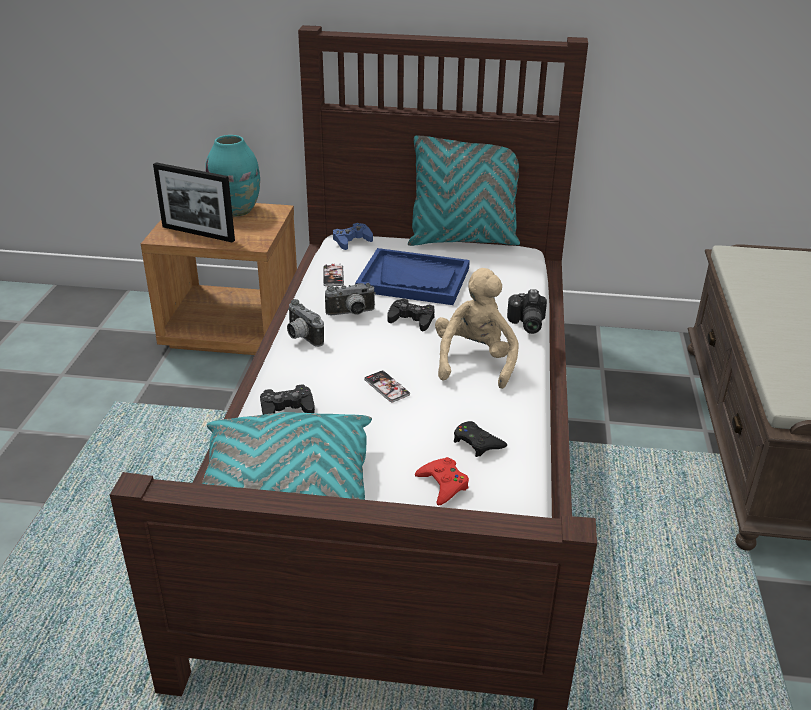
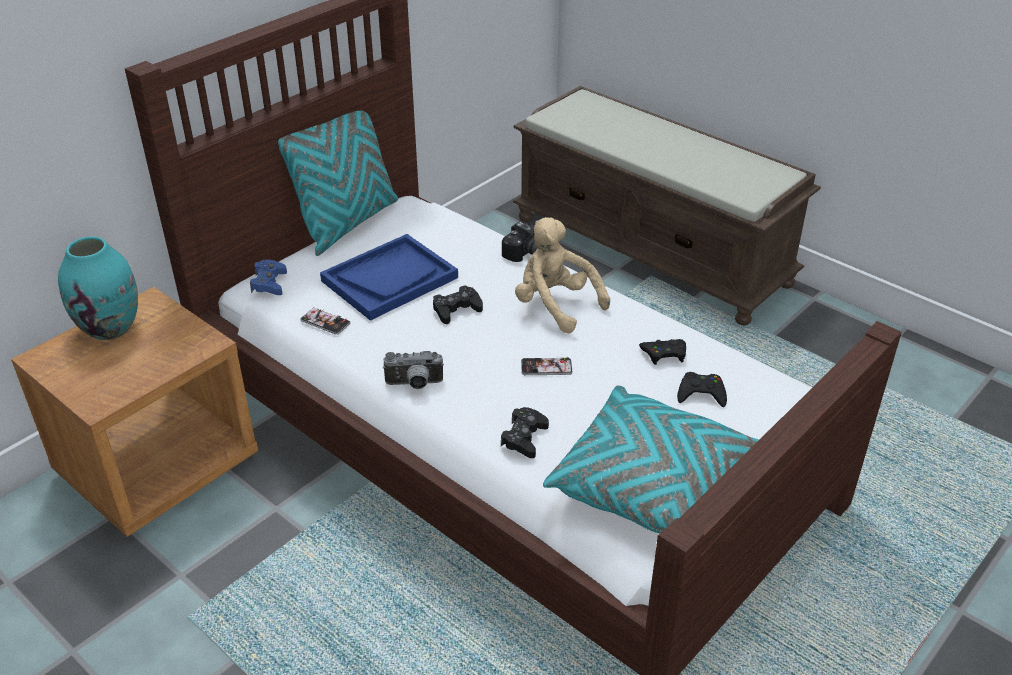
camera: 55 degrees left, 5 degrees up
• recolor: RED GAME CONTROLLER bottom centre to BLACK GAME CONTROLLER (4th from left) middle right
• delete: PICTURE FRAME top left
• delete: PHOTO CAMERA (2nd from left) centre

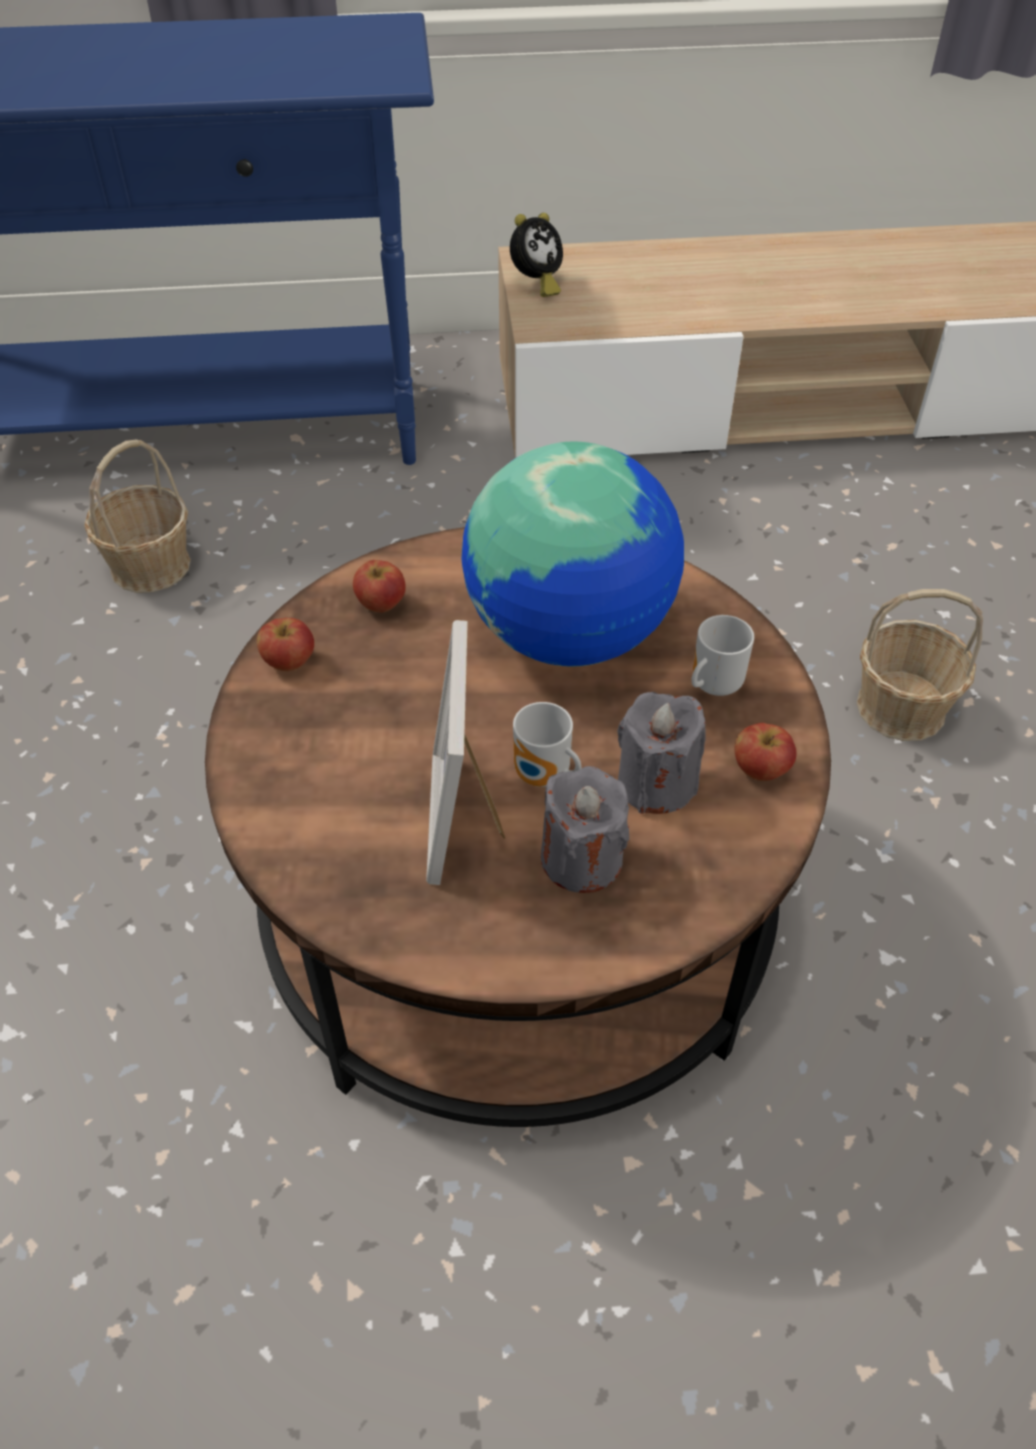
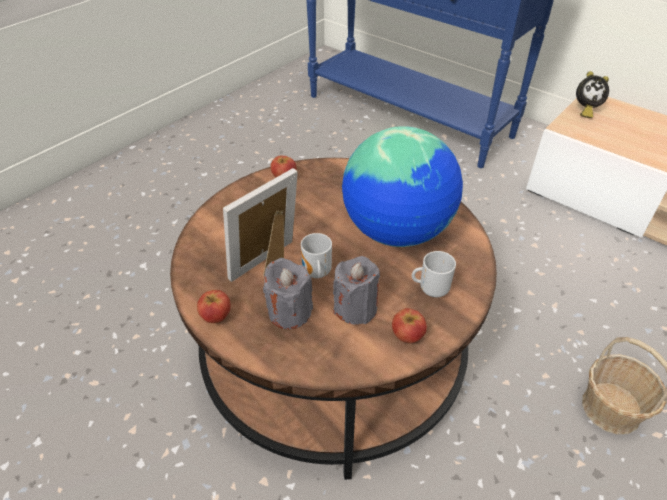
camera: 45 degrees right, 5 degrees down
• move: APPLE (2nd from left in the first image) centre to APPLE (1st from left) middle left
• delete: BASKET (1st from left) middle left

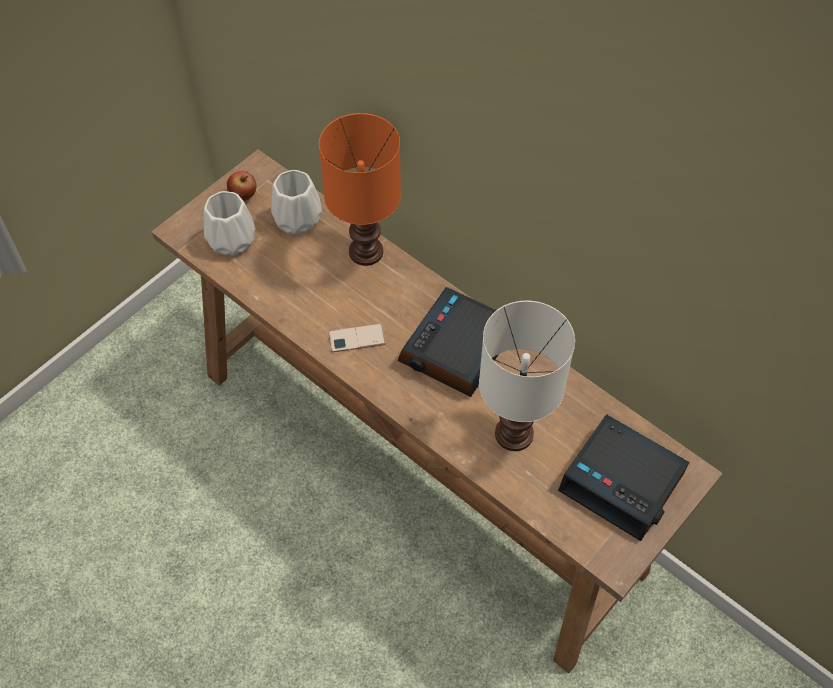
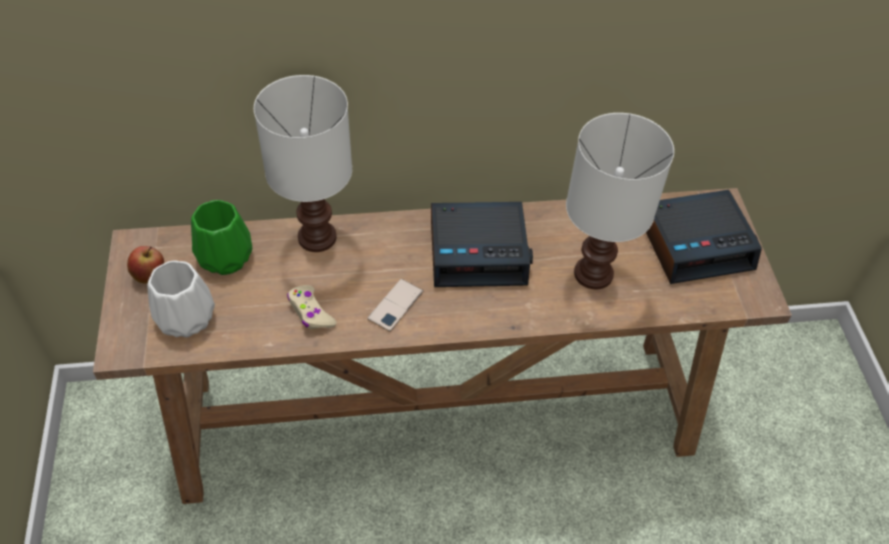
camera: 50 degrees left, 5 degrees down
• recolor: WHITE VASE (2nd from left) top centre to GREEN VASE middle left
• recolor: ORANGE TABLE LAMP top centre to WHITE TABLE LAMP (1st from left) top centre
• insert: BEIGE GAME CONTROLLER centre
• rotate: ALARM CLOCK (1st from left) centre = centre 75 degrees counterclockwise

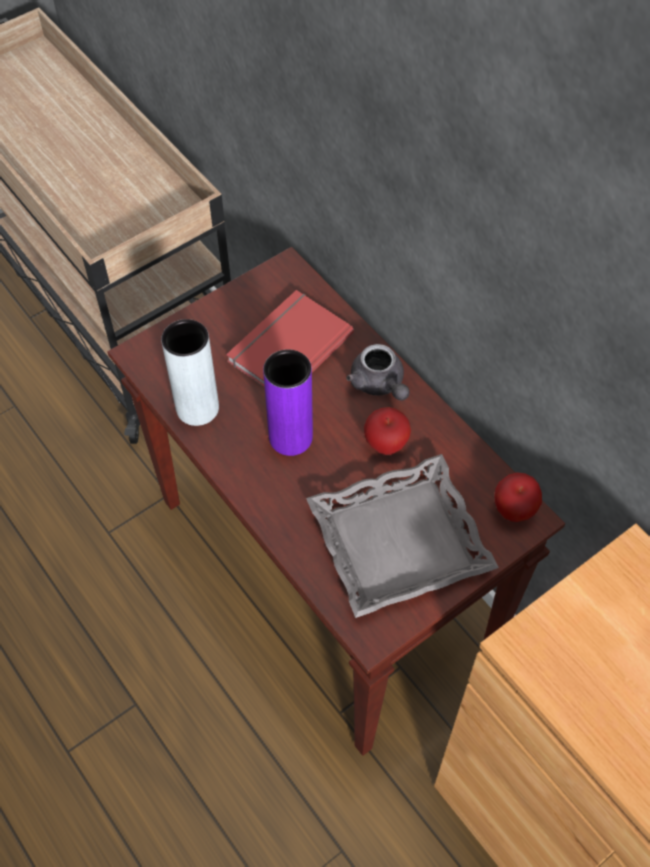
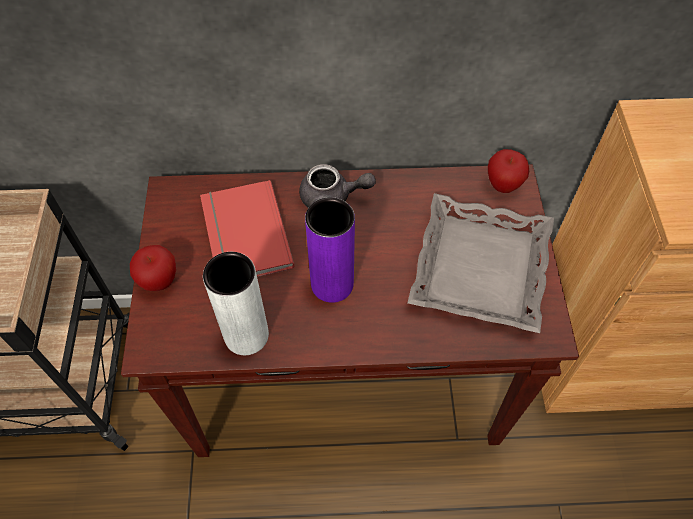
camera: 55 degrees left, 0 degrees up
• move: APPLE (1st from left) centre to middle left

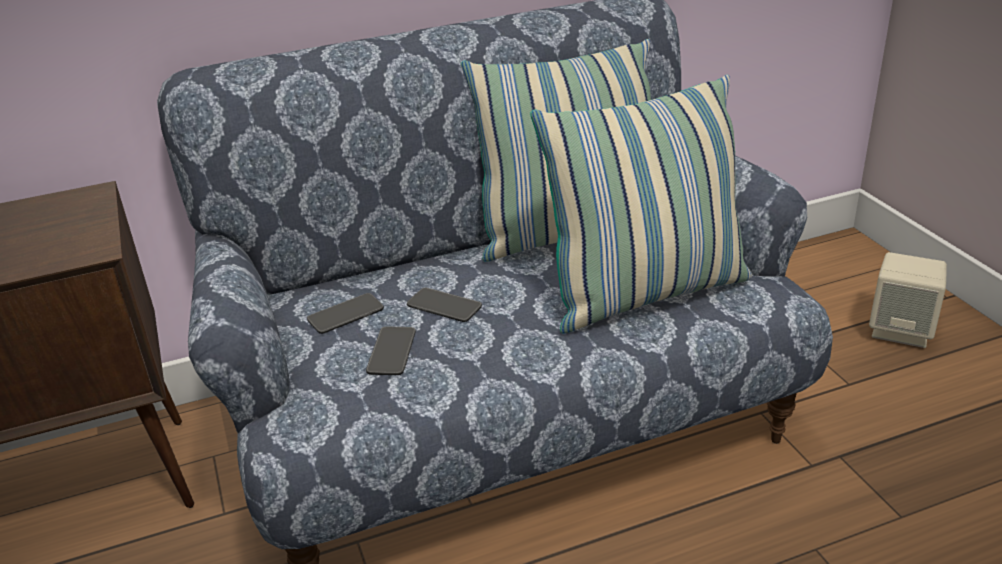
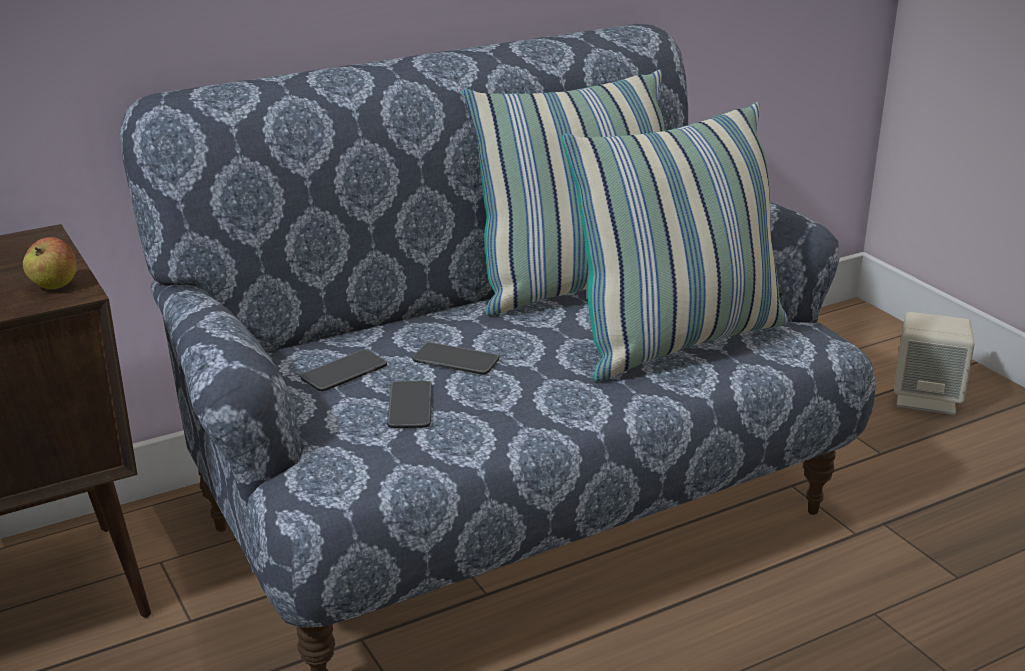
camera: 10 degrees left, 5 degrees down
• insert: APPLE middle left

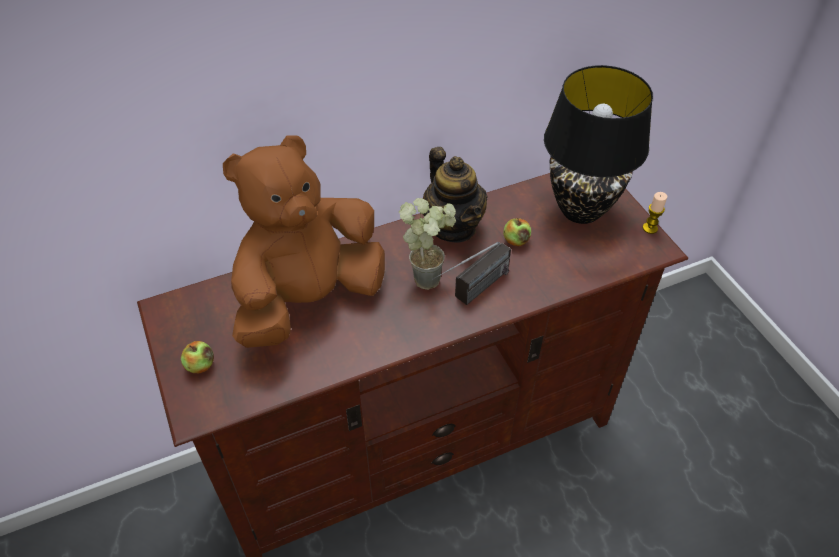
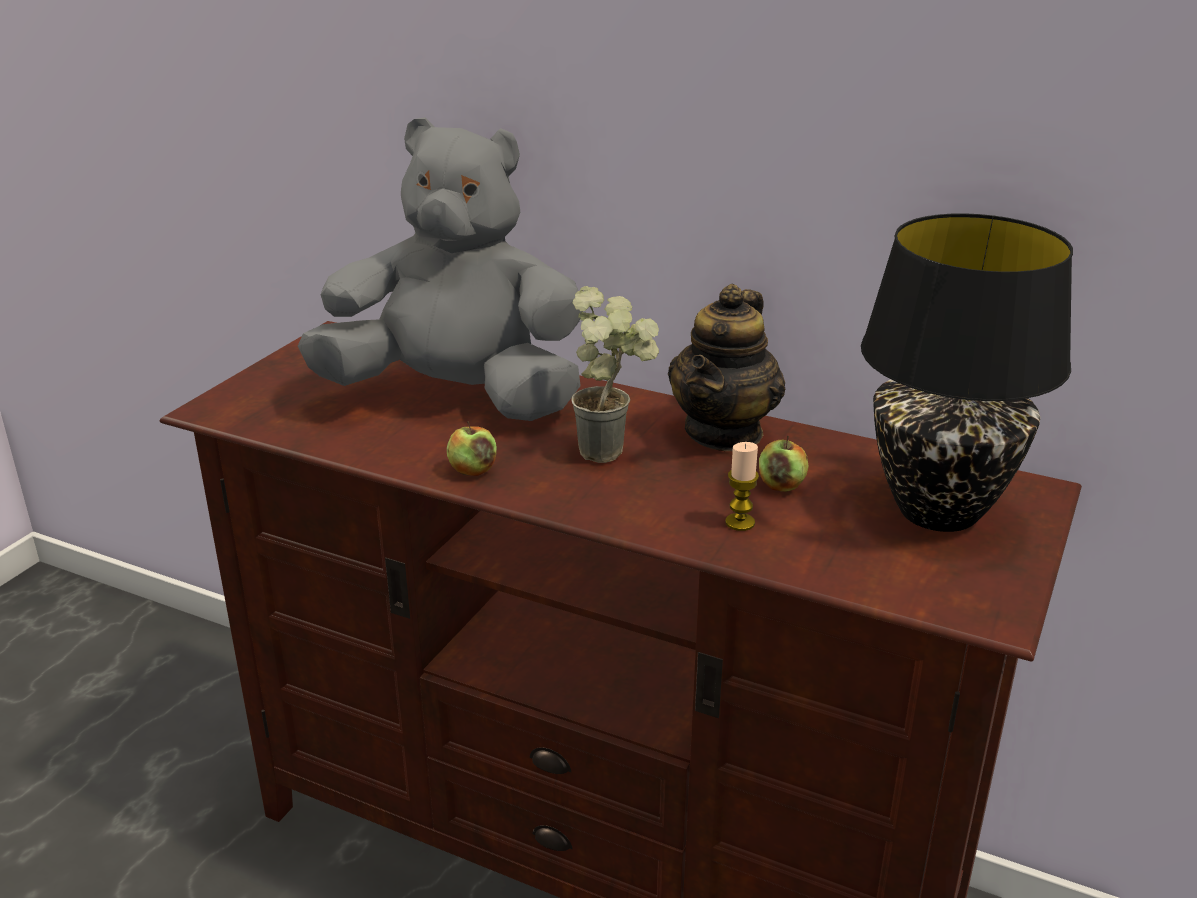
camera: 50 degrees right, 20 degrees down
• recolor: BROWN PLUSH TOY centre to GREY PLUSH TOY top centre
• move: APPLE (1st from left) middle left to centre
• move: CANDLE middle right to centre
• delete: RADIO centre

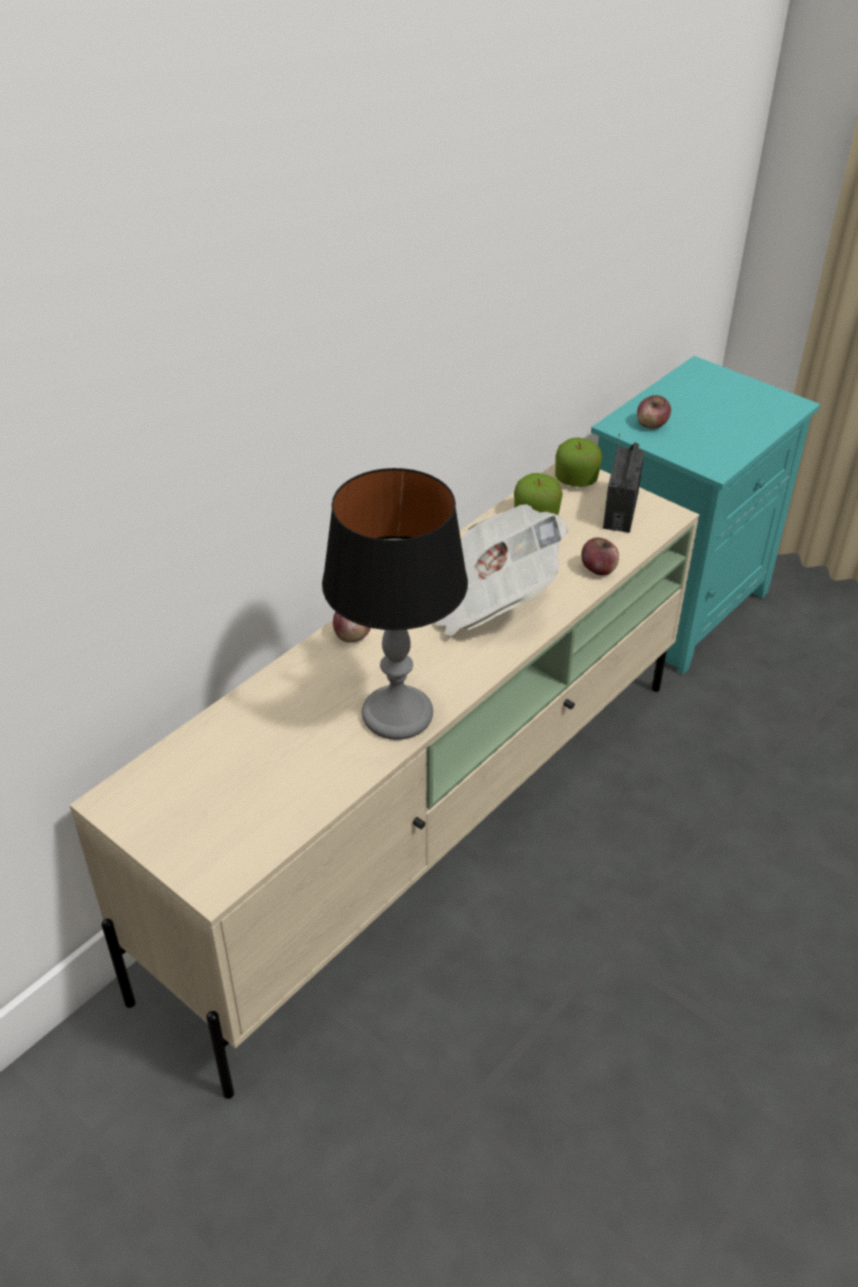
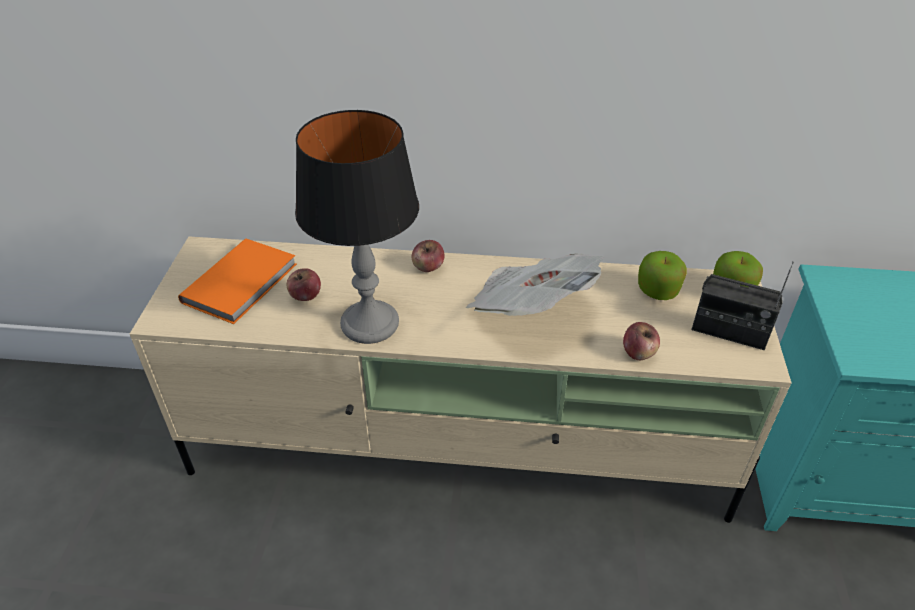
camera: 55 degrees right, 0 degrees up
• insert: ORANGE BOOK middle left
• move: APPLE (5th from left in the first image) top right to APPLE (1st from left) middle left
• rotate: RADIO middle right = middle right 135 degrees counterclockwise

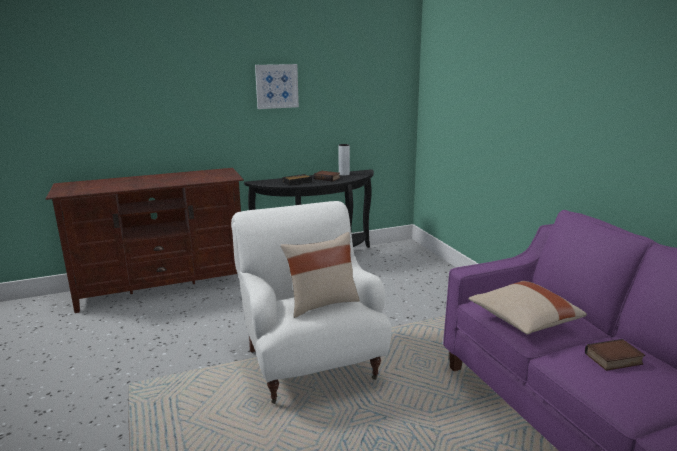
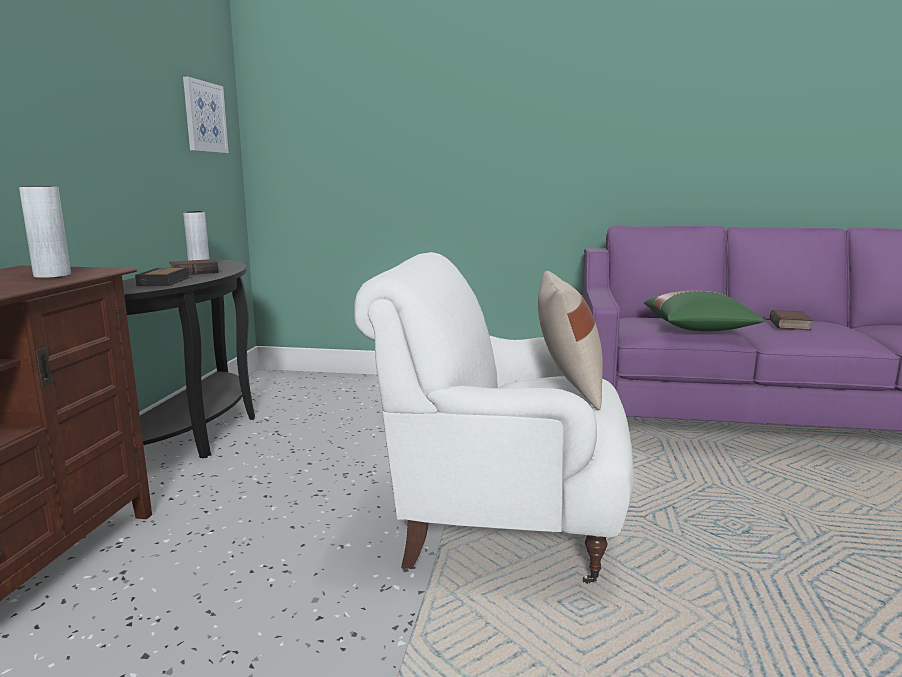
camera: 60 degrees left, 5 degrees down
• insert: GREY VASE (1st from left) middle left
• move: PICTURE top centre to top left
• recolor: BEIGE PILLOW (2nd from left) bottom right to GREEN PILLOW middle right

